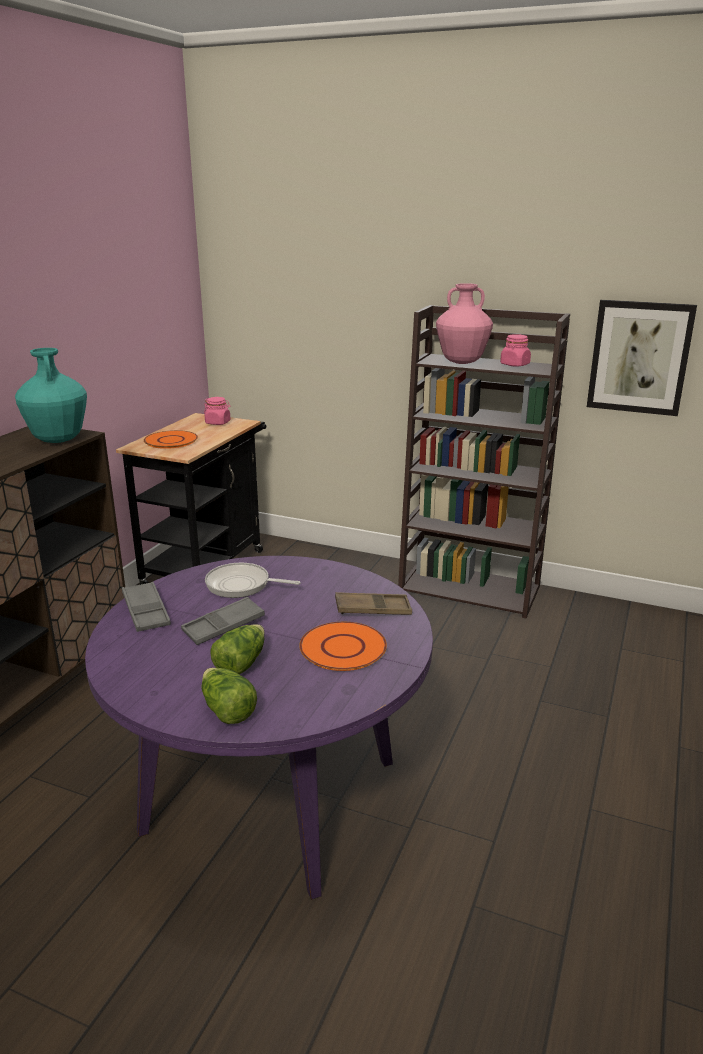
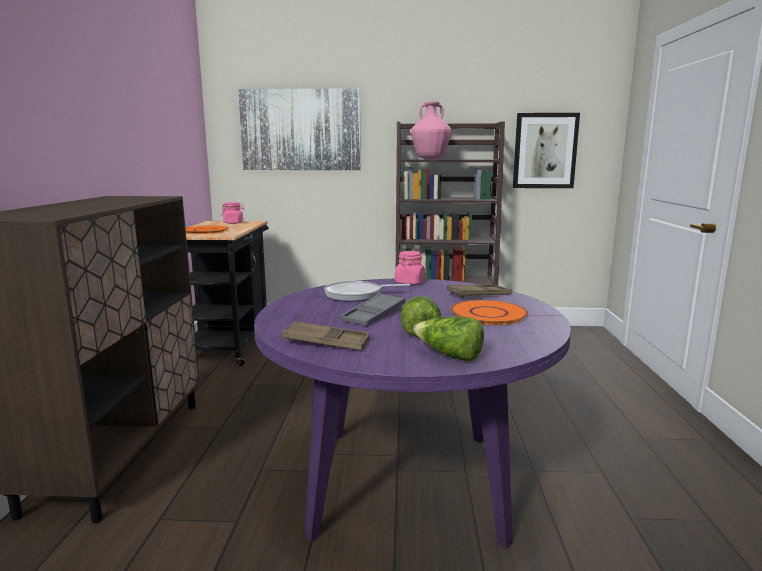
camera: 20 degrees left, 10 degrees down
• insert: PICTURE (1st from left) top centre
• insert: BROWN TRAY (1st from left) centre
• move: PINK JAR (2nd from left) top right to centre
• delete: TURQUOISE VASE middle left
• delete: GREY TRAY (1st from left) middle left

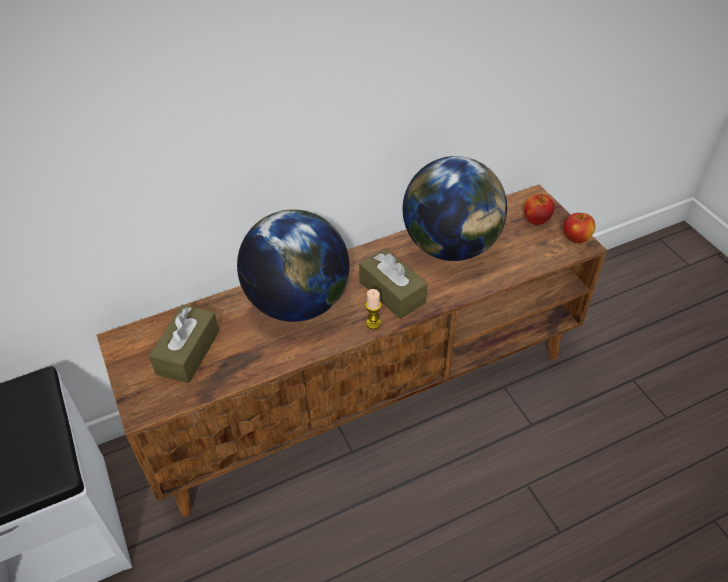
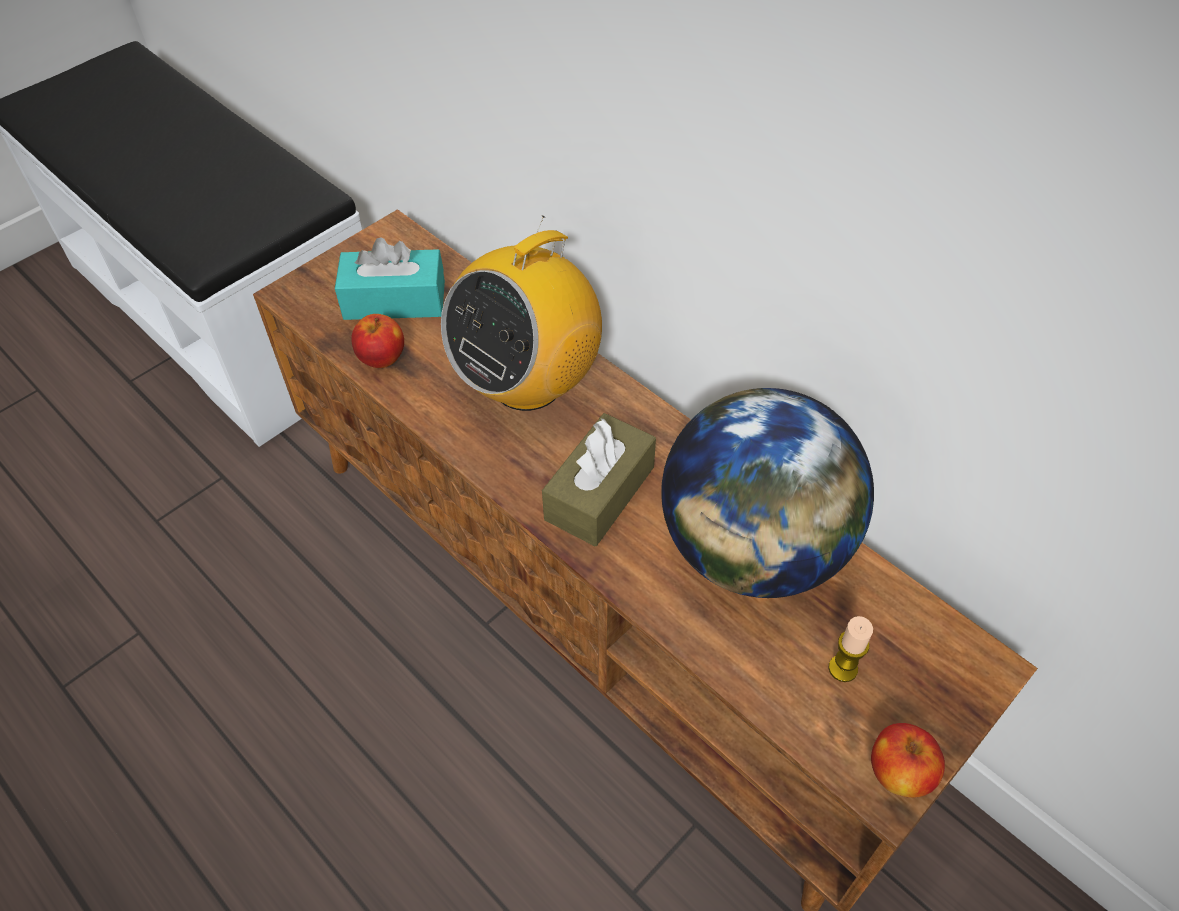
camera: 70 degrees right, 5 degrees up
• recolor: BROWN TISSUE BOX (1st from left) middle left to TURQUOISE TISSUE BOX top left
• move: APPLE (1st from left) middle right to middle left
• replace: GLOBE (1st from left) centre to RADIO centre
• move: CANDLE centre to bottom right

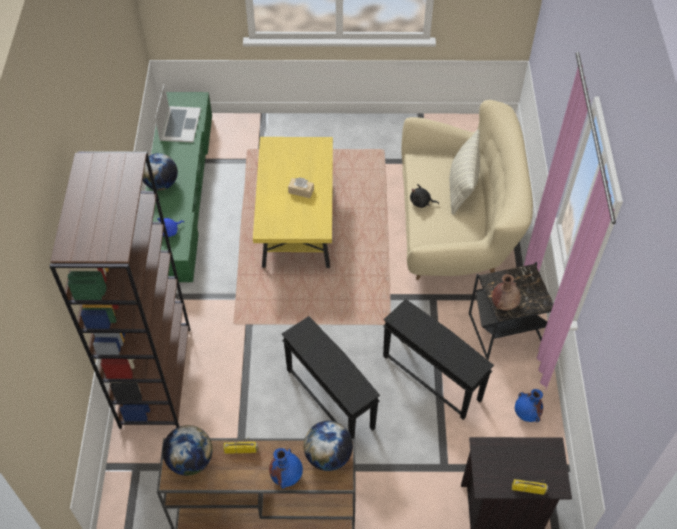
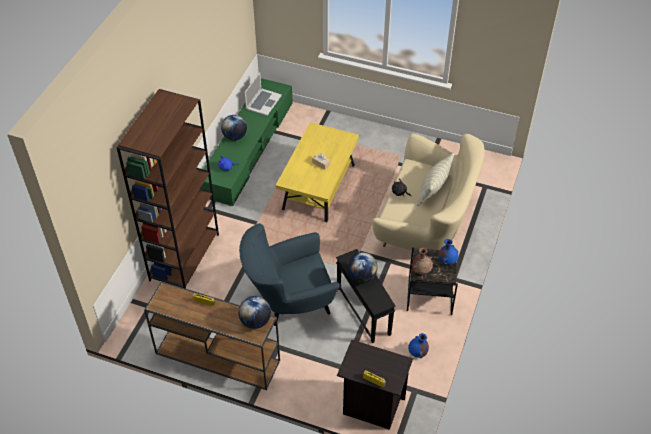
camera: 20 degrees right, 5 degrees down
• replace: BLACK SIDE TABLE (1st from left) bottom centre to BLUE ARMCHAIR centre
• move: GLOBE (2nd from left in the first image) bottom left to GLOBE (3rd from left) centre
• move: BLUE VASE (1st from left in the first image) bottom centre to BLUE VASE (2nd from left) middle right

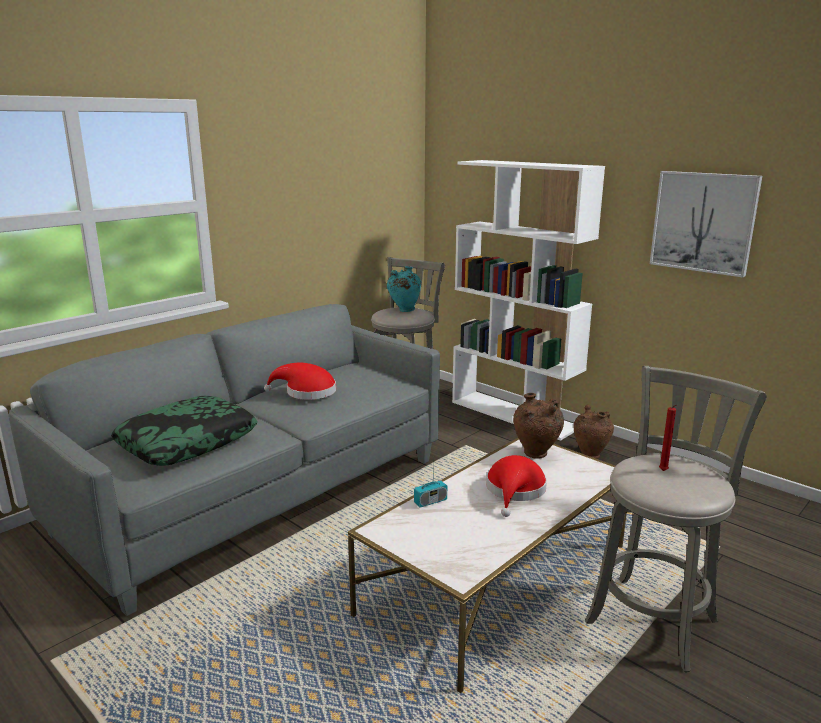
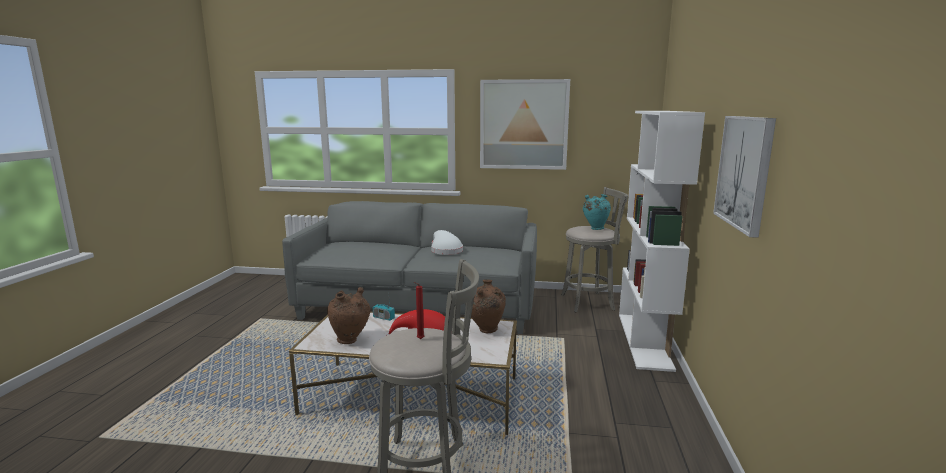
camera: 55 degrees right, 5 degrees down
• move: BROWN VASE (2nd from left in the first image) middle right to BROWN VASE (1st from left) centre
• recolor: RED HAT (1st from left) centre to WHITE HAT centre
• insert: PICTURE (1st from left) top centre
• delete: PILLOW middle left

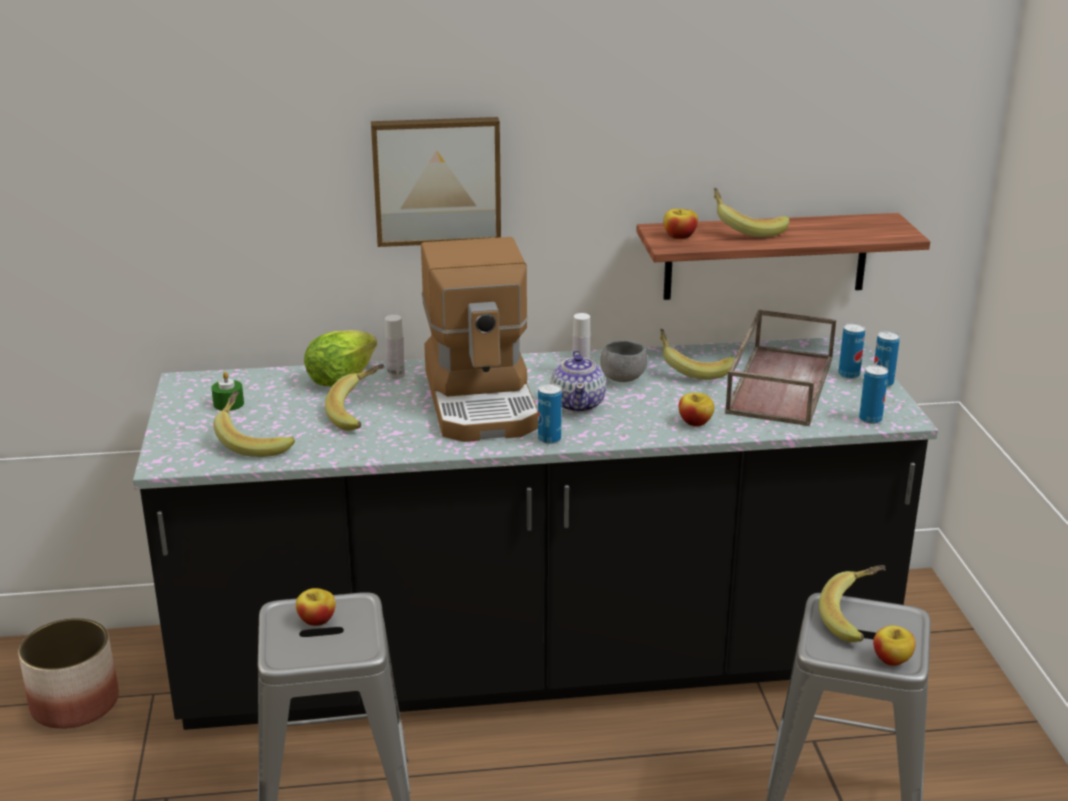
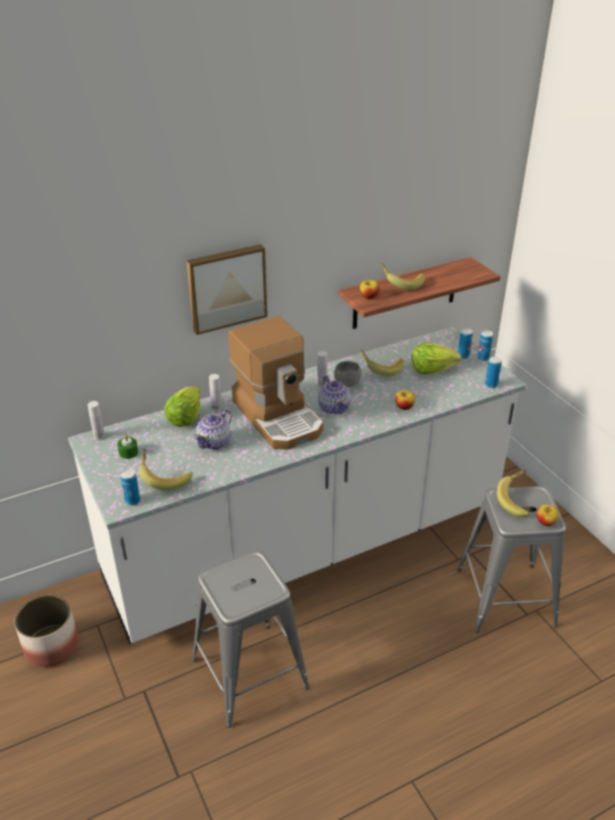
camera: 20 degrees left, 10 degrees up
• recolor: BLACK COUNTER centre to WHITE COUNTER centre
• insert: WHITE BOTTLE (1st from left) middle left
• move: CAN (1st from left) centre to middle left
• replace: BANANA (2nd from left) middle left to TEAPOT (1st from left) centre
• replace: BROWN TRAY middle right to LETTUCE (2nd from left) middle right
• delete: APPLE (1st from left) bottom left

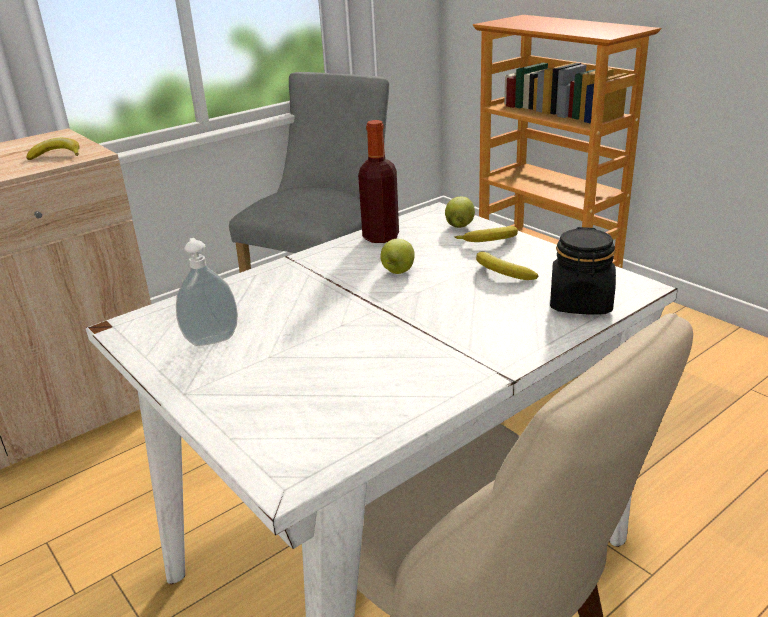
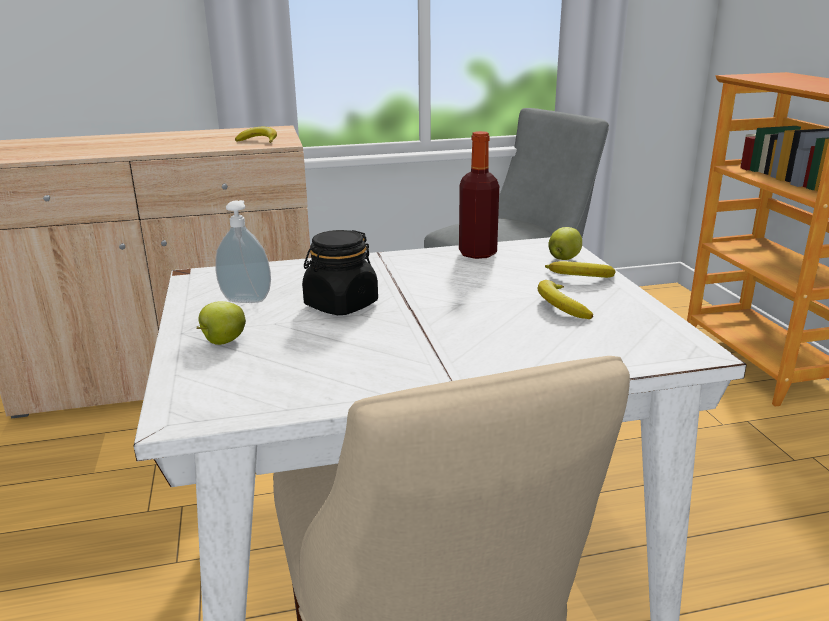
camera: 25 degrees right, 5 degrees down
• move: APPLE (1st from left) centre to middle left
• move: BLACK JAR middle right to centre

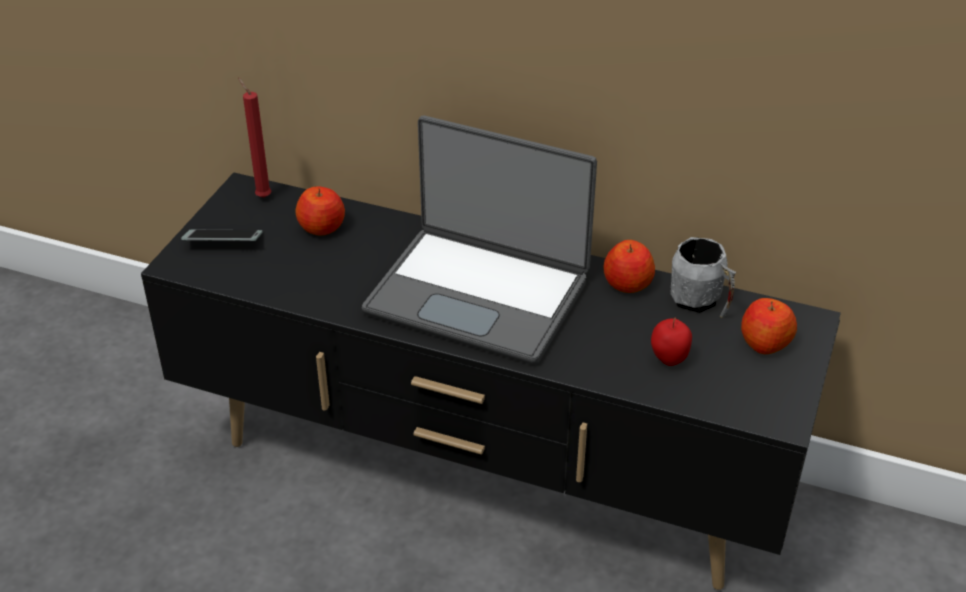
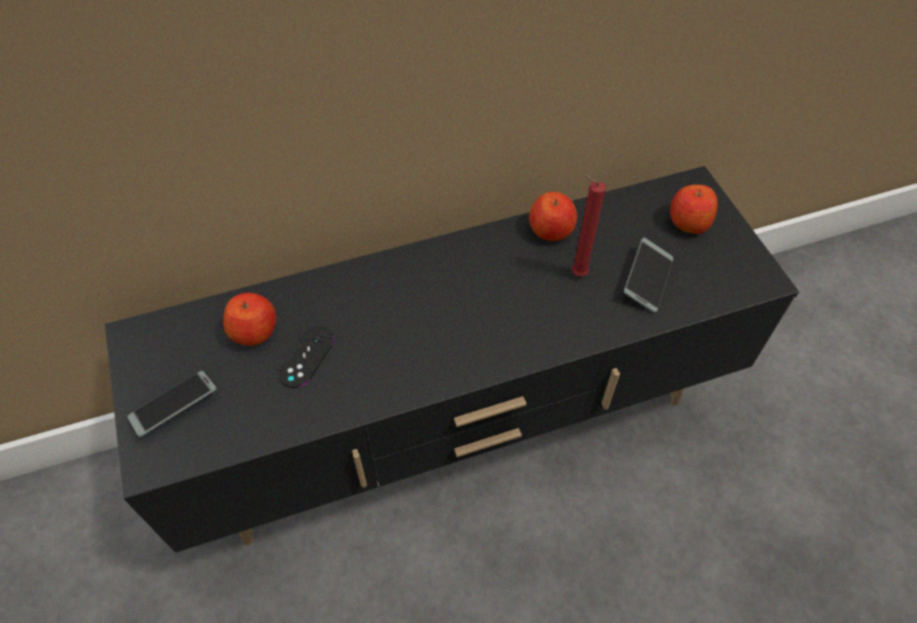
camera: 40 degrees left, 15 degrees up
• insert: BLACK GAME CONTROLLER centre
• move: RED CANDLE top left to centre
• replace: APPLE (3rd from left) middle right to PHONE (2nd from left) middle right
• delete: LAPTOP centre
• delete: GREY MUG middle right

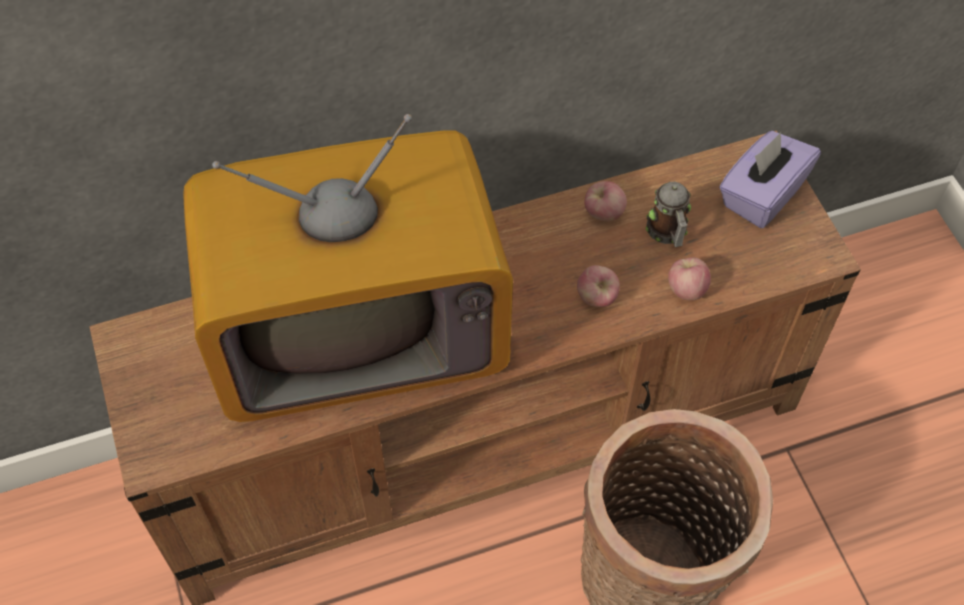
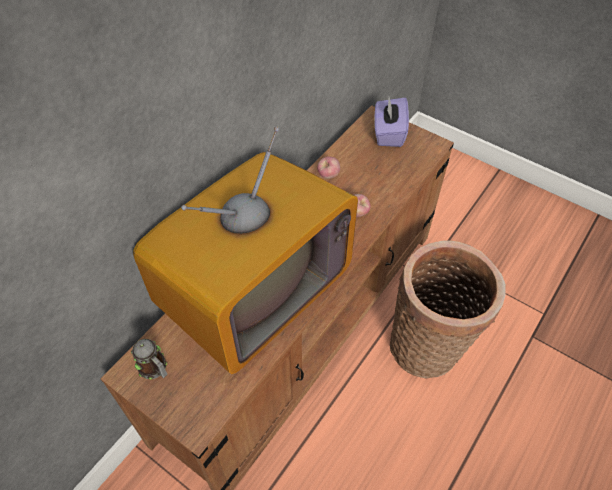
camera: 35 degrees left, 5 degrees down
• move: MUG middle right to bottom left
• delete: APPLE (3rd from left) middle right

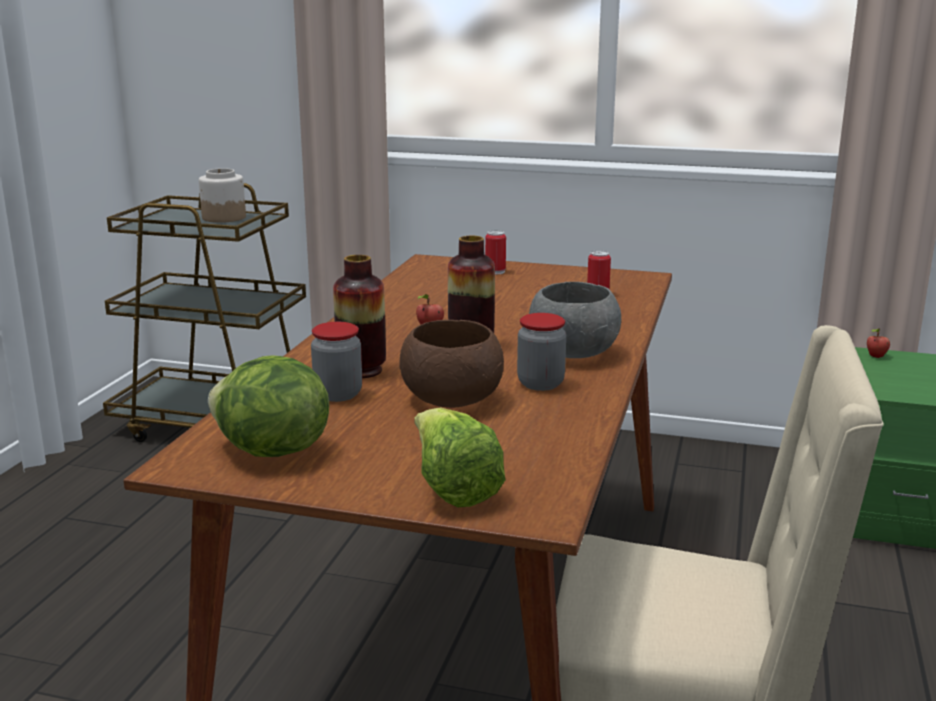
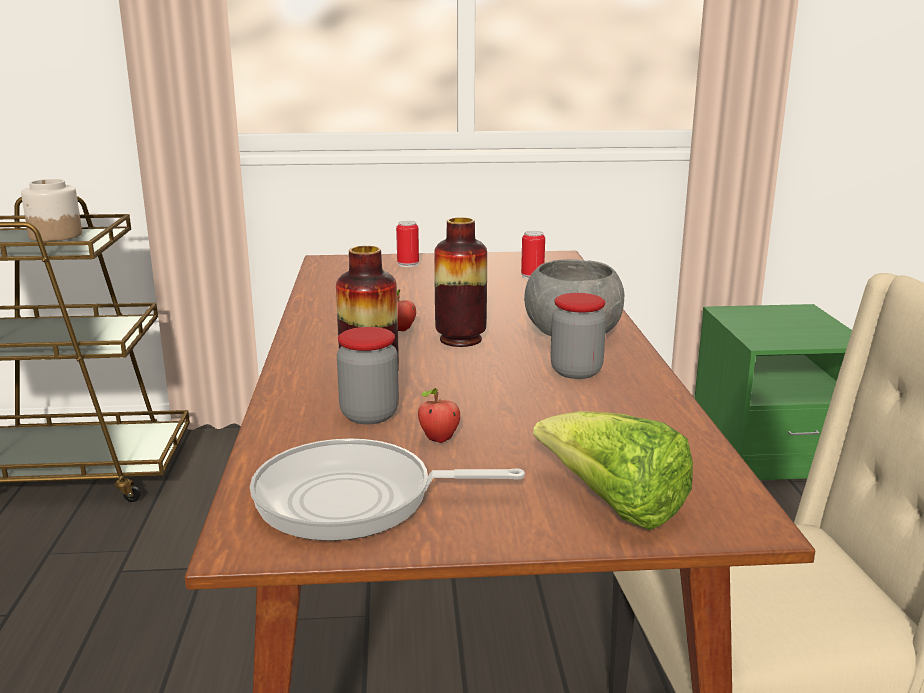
camera: 20 degrees left, 0 degrees up
• replace: LETTUCE (1st from left) middle left to FRYING PAN bottom centre
• move: APPLE (2nd from left) middle right to centre
• delete: BROWN BOWL centre

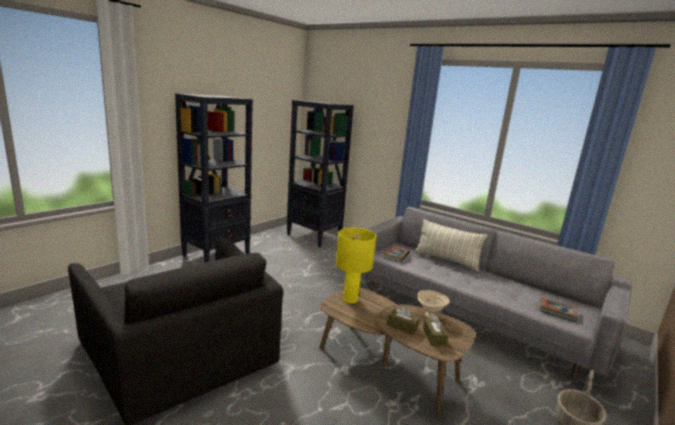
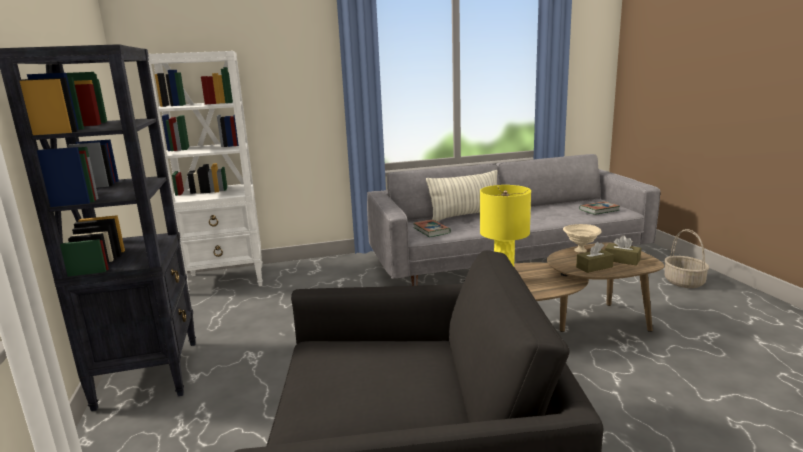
camera: 50 degrees left, 0 degrees up
• recolor: BLACK BOOKCASE (2nd from left) centre to WHITE BOOKCASE middle left

